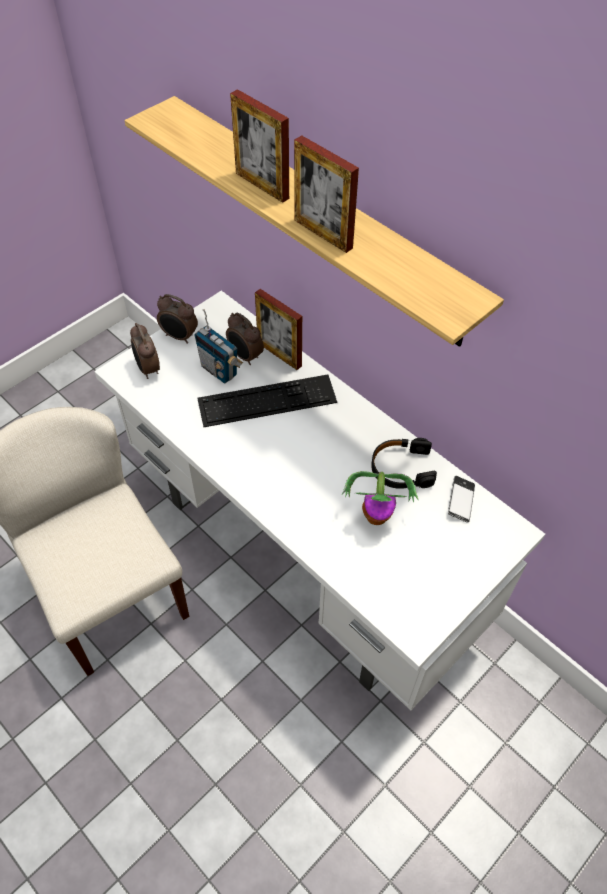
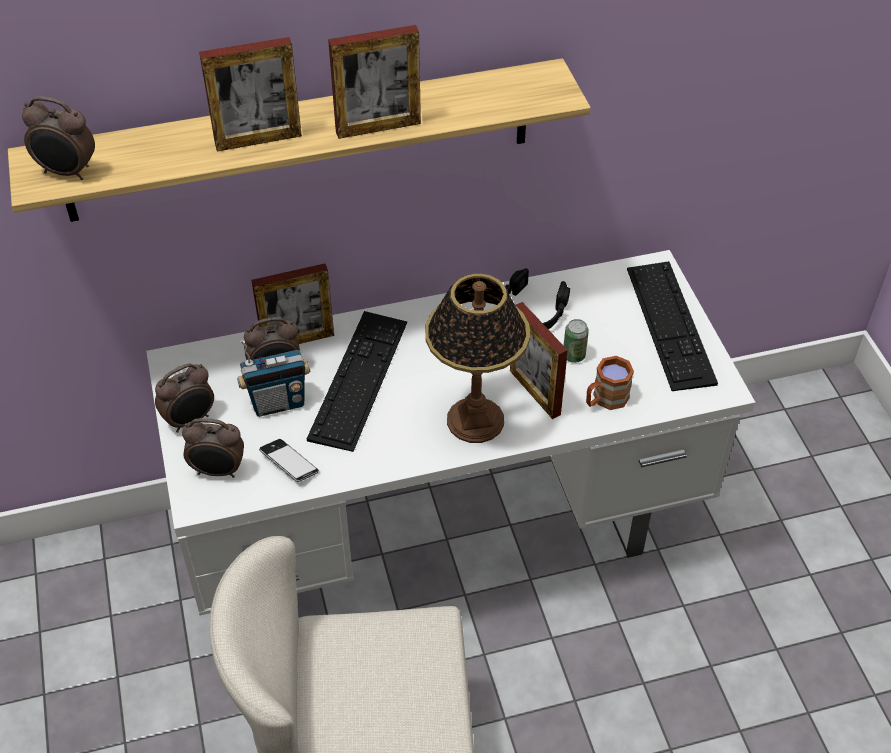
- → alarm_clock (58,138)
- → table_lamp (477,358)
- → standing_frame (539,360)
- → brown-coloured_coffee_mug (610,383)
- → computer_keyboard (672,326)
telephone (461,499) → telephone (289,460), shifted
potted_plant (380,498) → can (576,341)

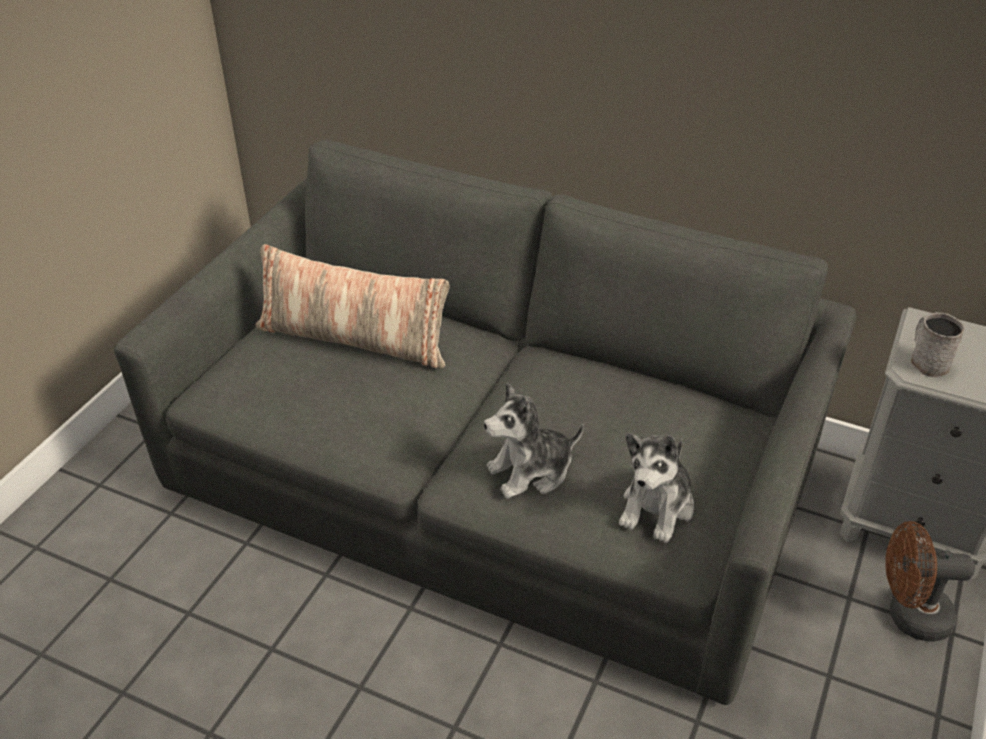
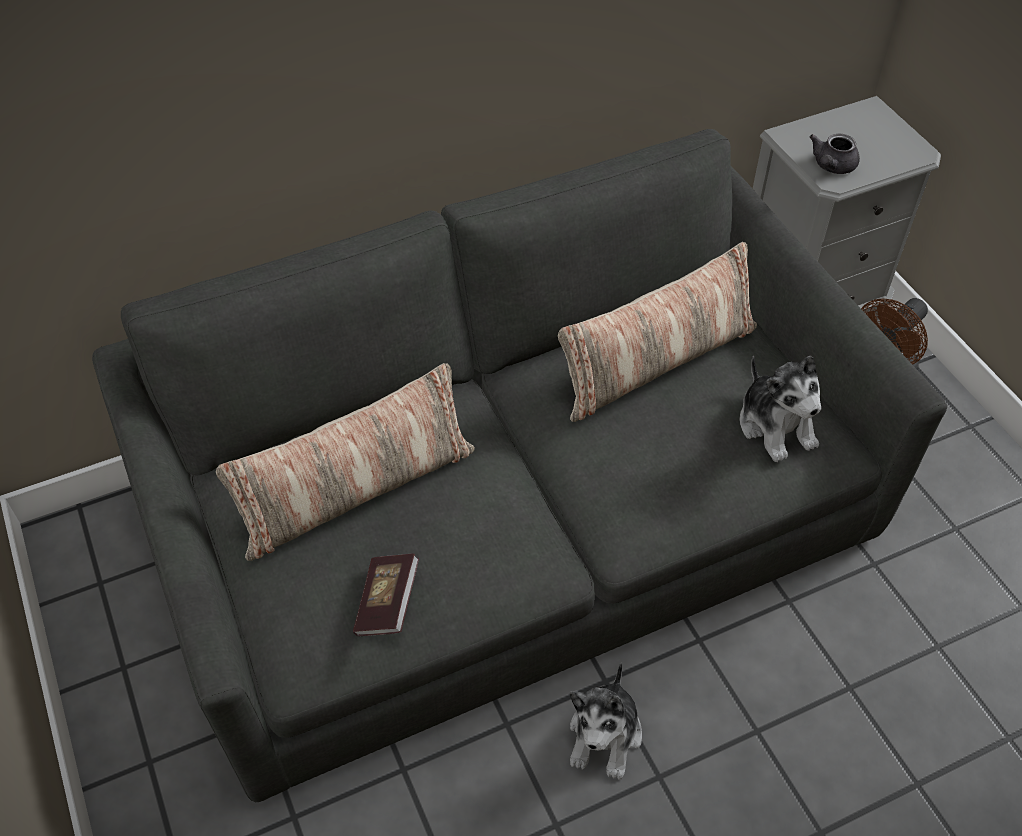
- → volume (386,595)
- → cushion (657,332)
plush_toy (534,440) → plush_toy (606,721), shifted
greyish_coffee_mug (937,345) → greyish_teapot (834,154)

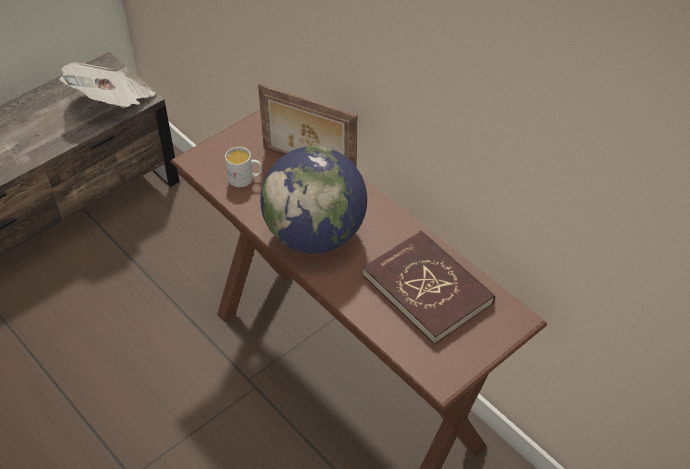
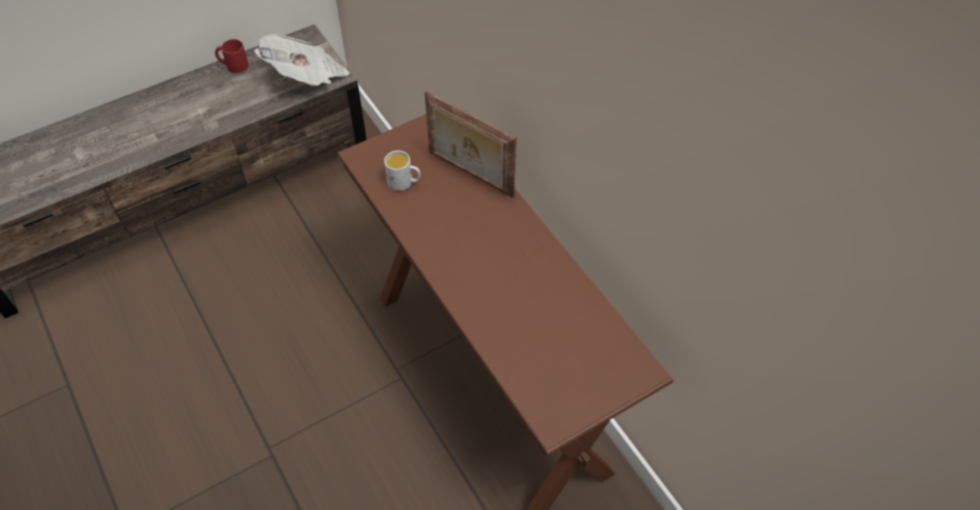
globe (313,199) → -
red-coloured_volume (429,288) → -
- → red-coloured_coffee_mug (232,56)

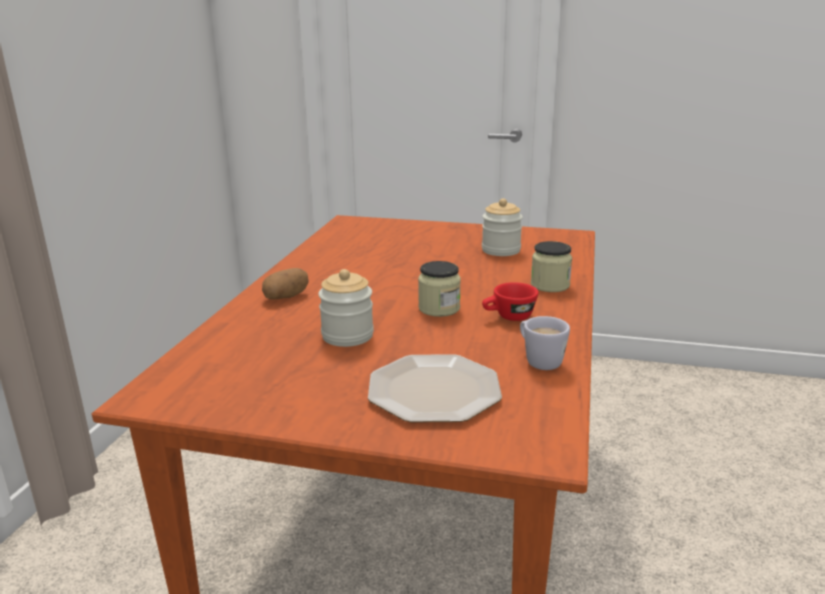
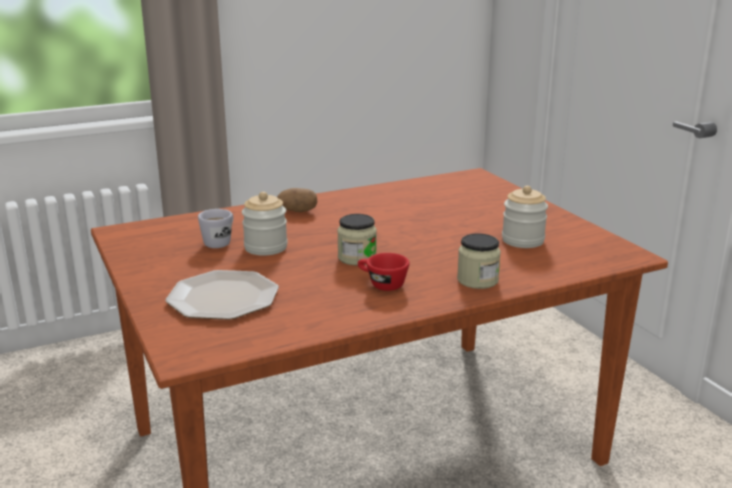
white-coloured_coffee_mug (545,343) → white-coloured_coffee_mug (215,228), shifted

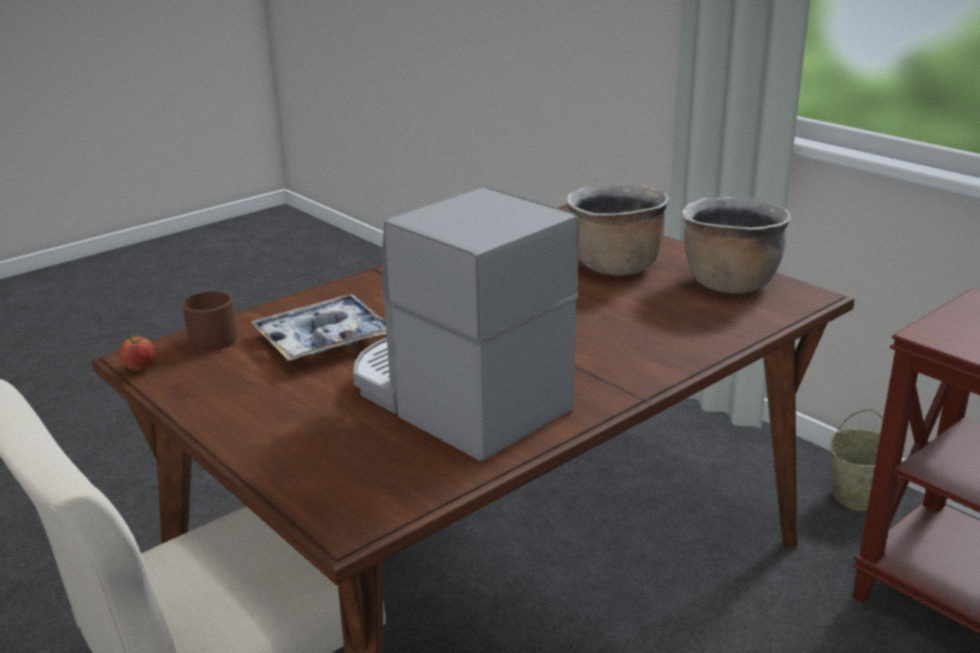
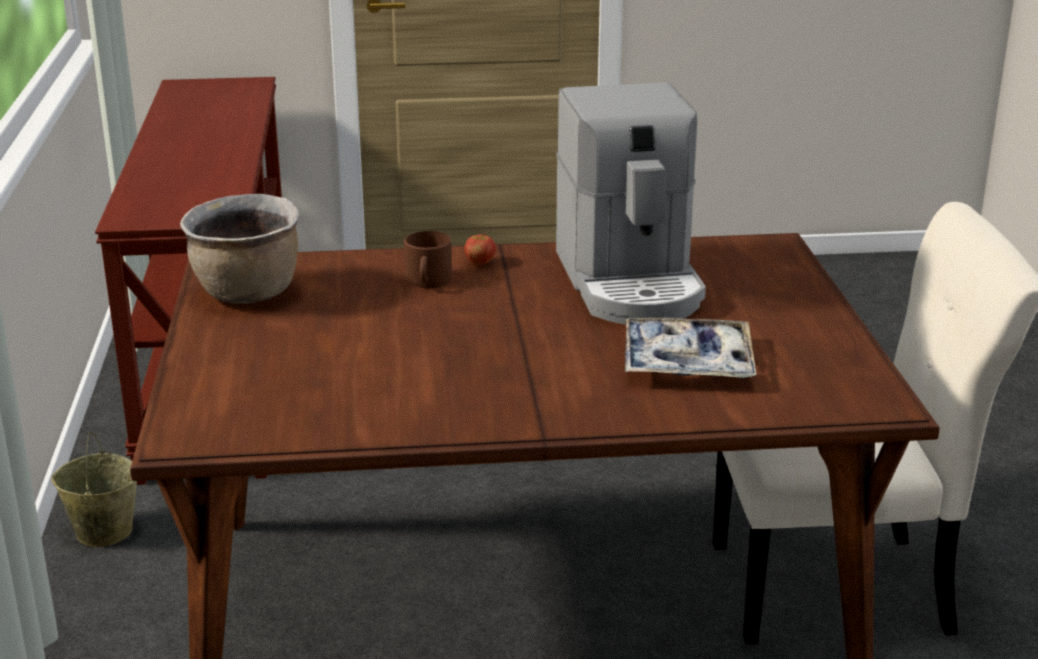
brown-coloured_cooking_pot (618,229) → -
whole_apple (136,353) → whole_apple (480,248), shifted
brown-coloured_coffee_mug (210,321) → brown-coloured_coffee_mug (428,259), shifted

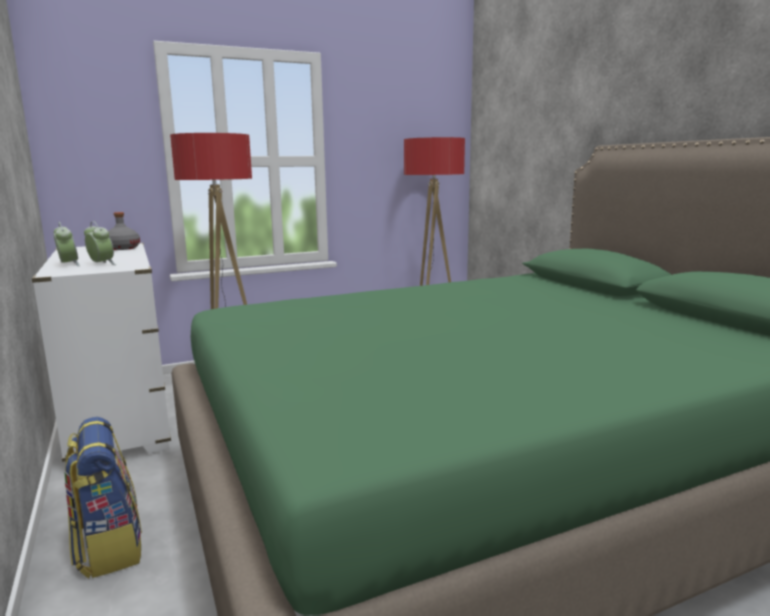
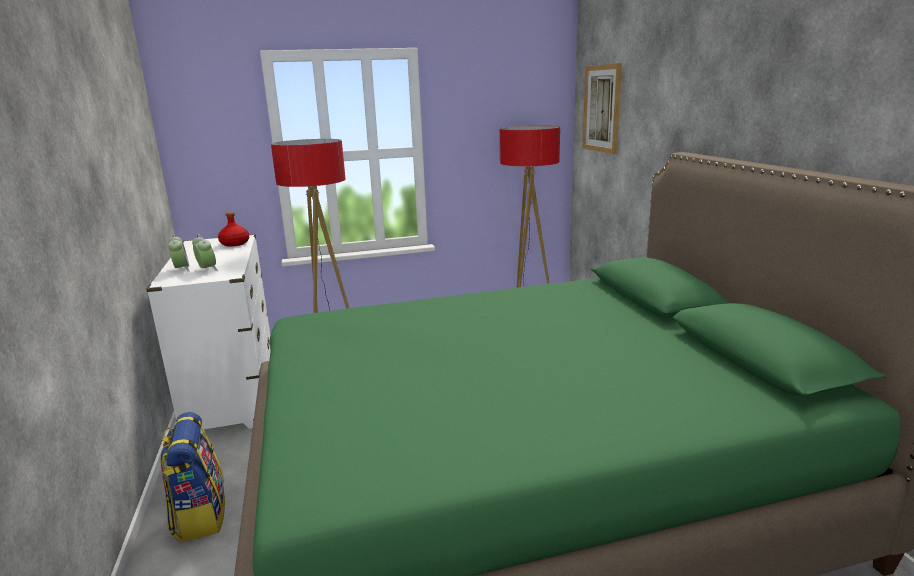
- → wall_art (602,108)
greyish_beverage_bottle (124,231) → red-coloured_beverage_bottle (233,229)

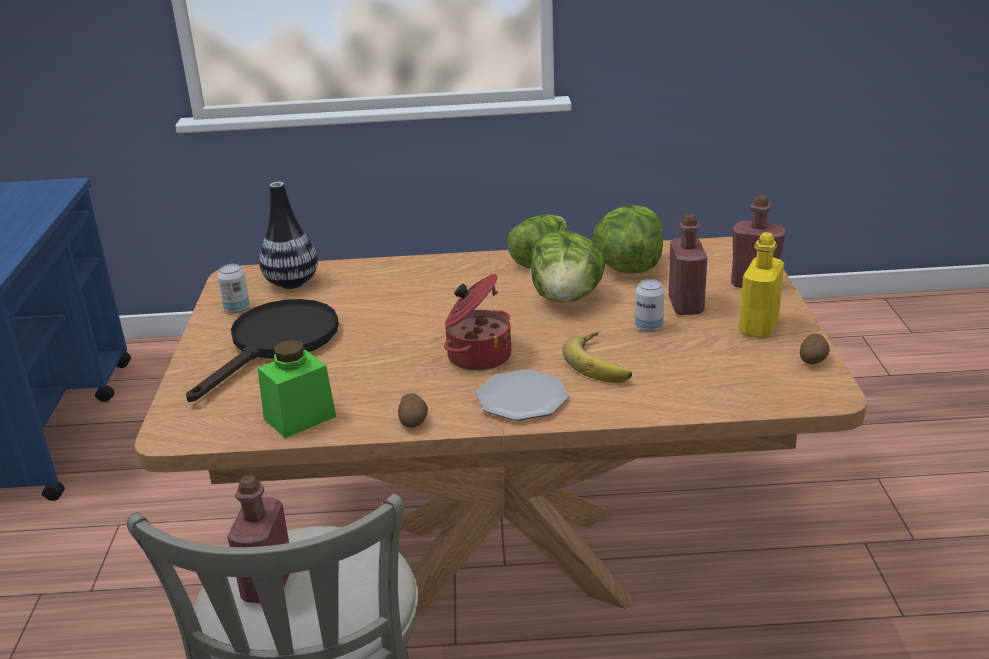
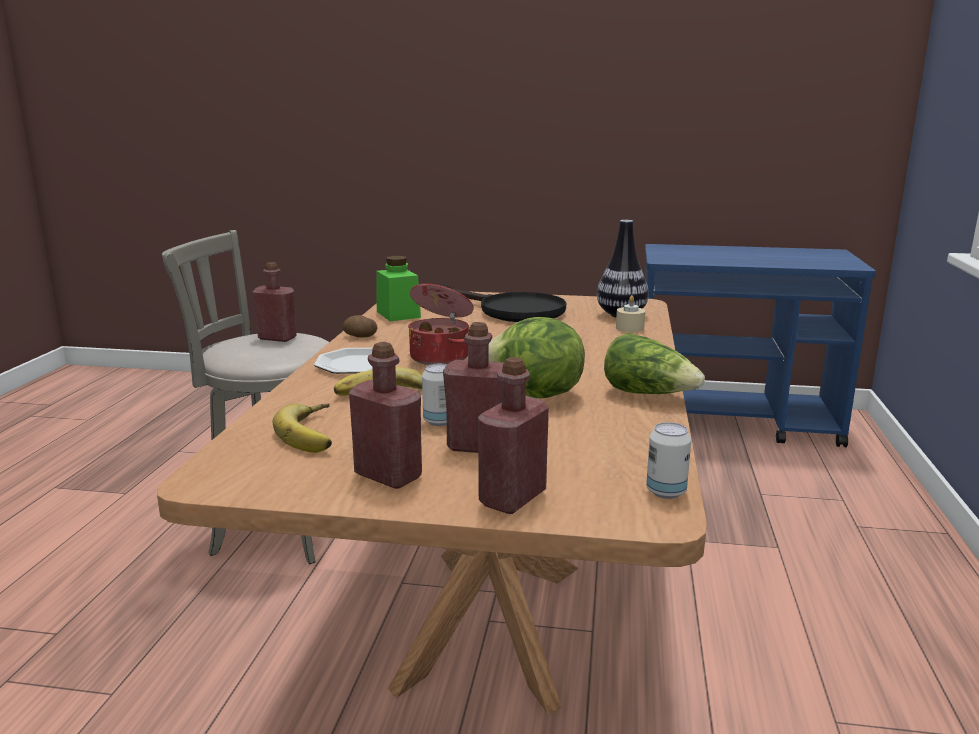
lettuce (627,239) → -
potato (815,349) → -
- → banana (302,428)
- → beige_wax_candle (630,313)
can (234,288) → can (668,460), shifted
yellow_beverage_bottle (761,285) → red-coloured_beverage_bottle (385,415)

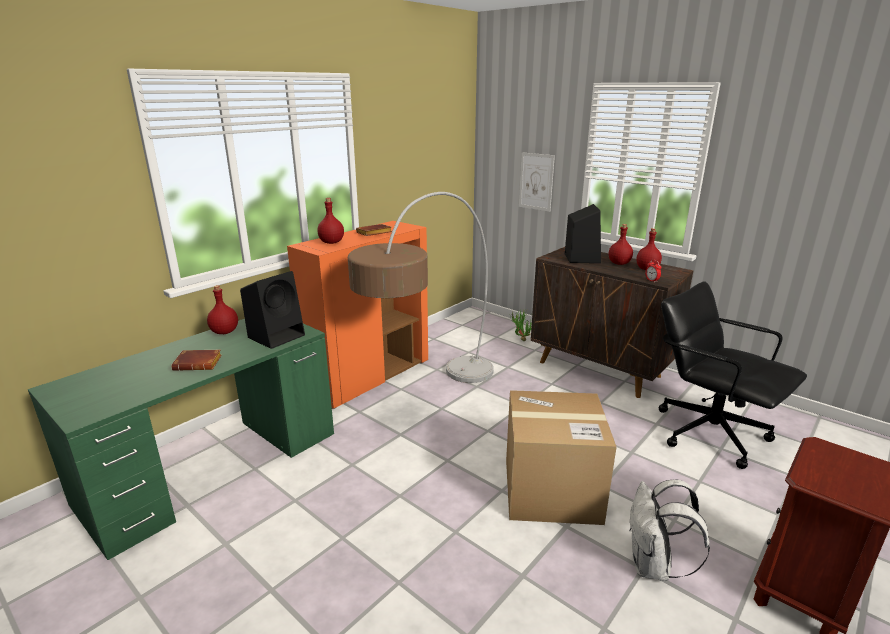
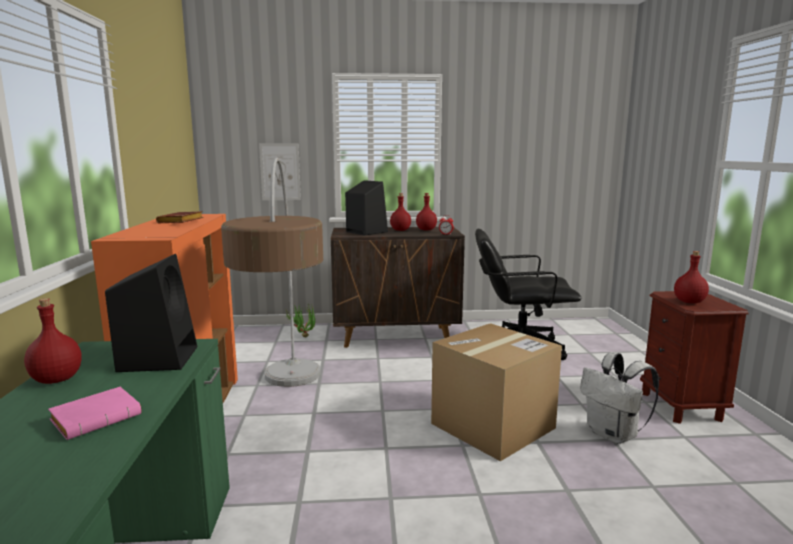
red-coloured_beverage_bottle (330,221) → red-coloured_beverage_bottle (691,277), shifted
brown-coloured_volume (196,360) → pinkish_volume (95,413)

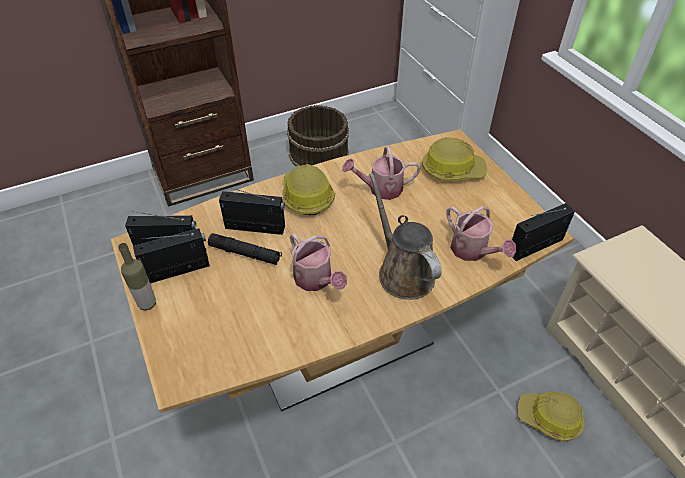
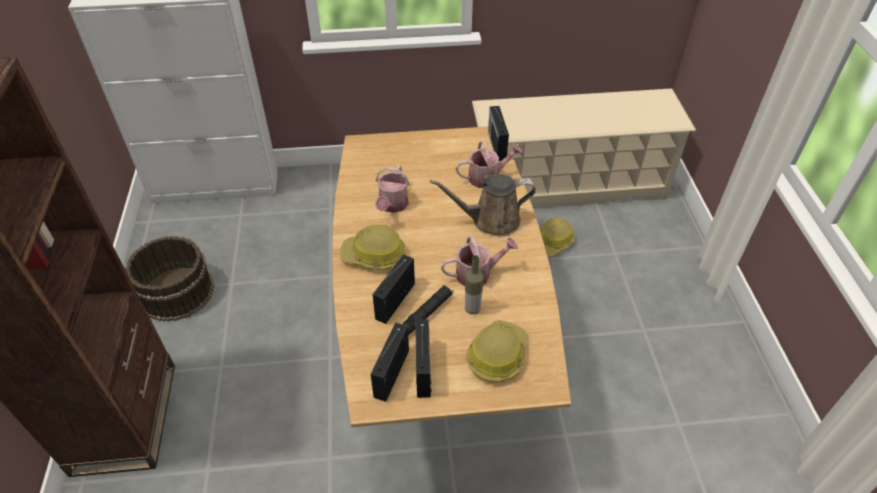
beverage_bottle (137,277) → beverage_bottle (474,284), shifted
hard_hat (454,159) → hard_hat (496,351), shifted

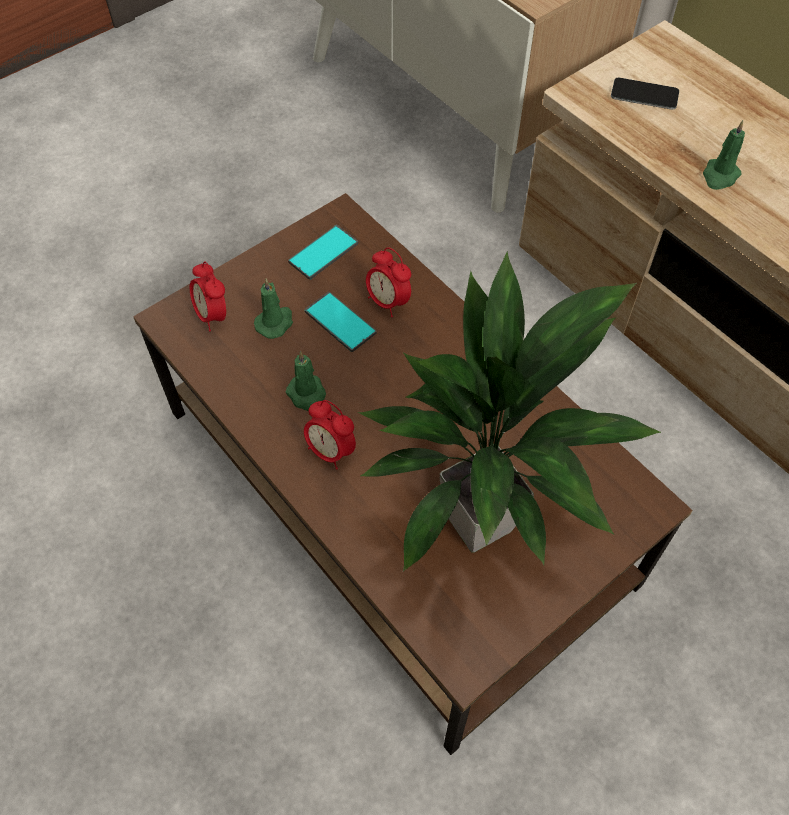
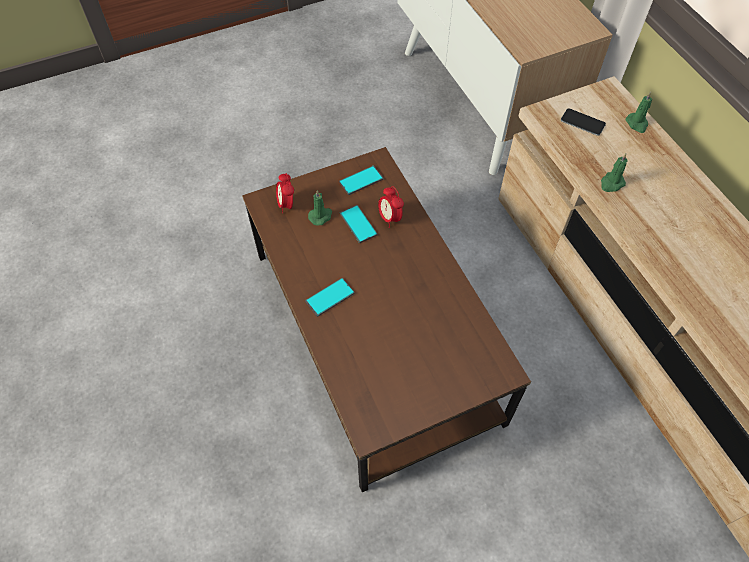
potted_plant (509,411) → -
greenish_wax_candle (306,381) → greenish_wax_candle (639,112), shifted
alarm_clock (330,435) → telephone (330,297)

